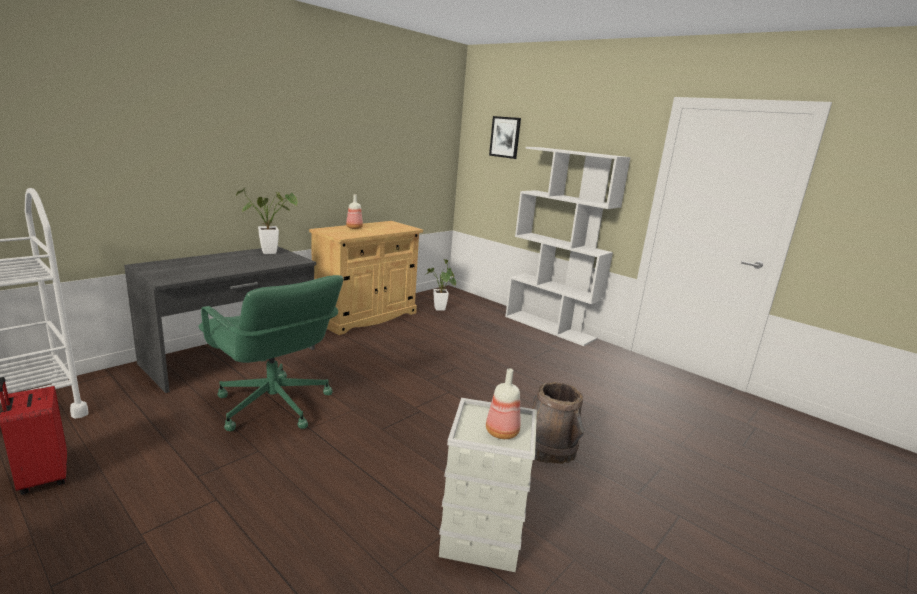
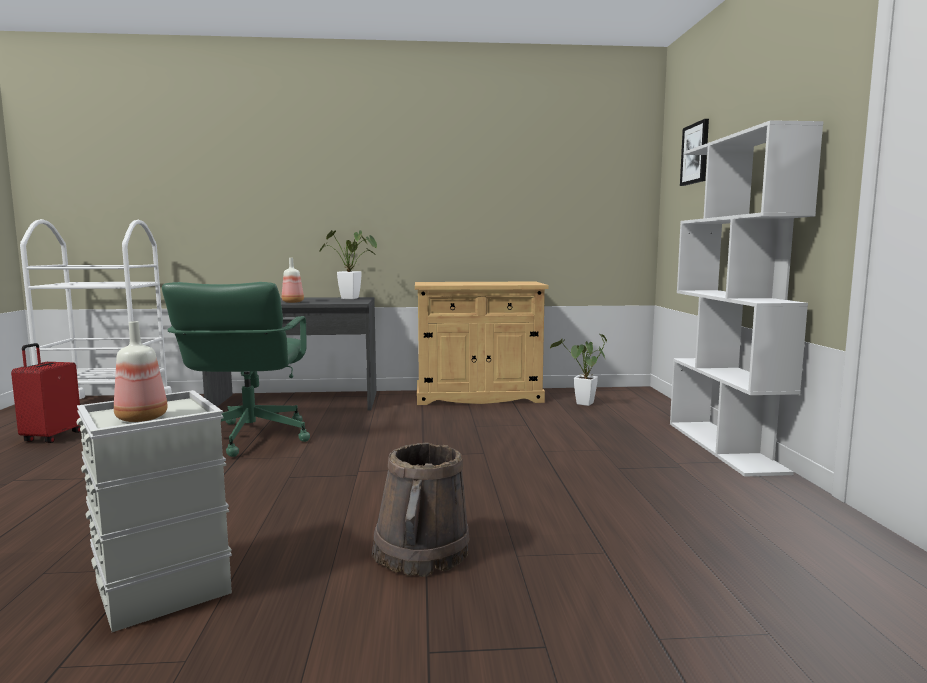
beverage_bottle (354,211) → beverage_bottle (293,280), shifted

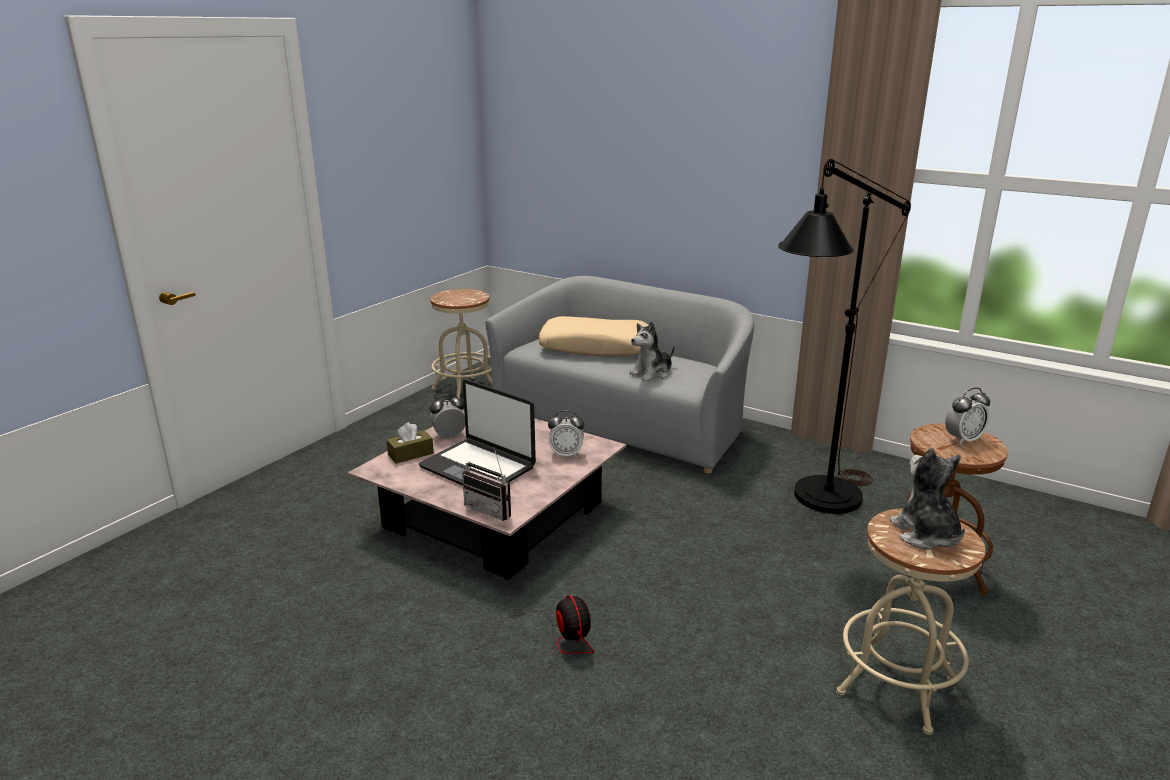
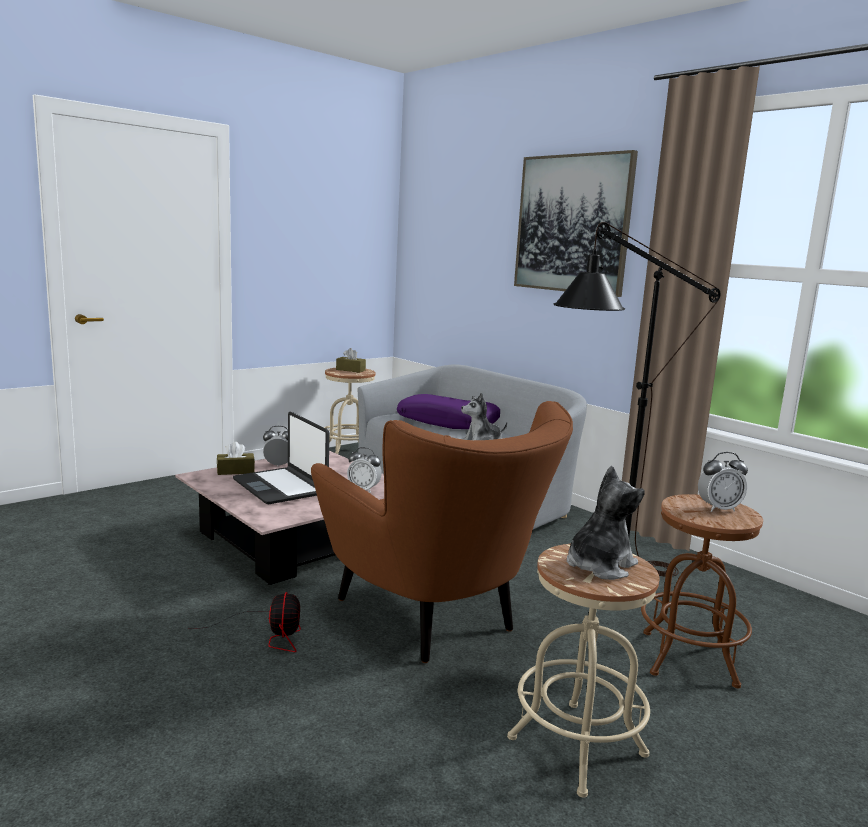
radio_receiver (486,484) → -
- → brown-coloured_armchair (442,532)
- → brown-coloured_tissue_holder (351,360)
- → wall_art (576,223)
beige_cushion (594,336) → purple-coloured_cushion (448,411)
plush_toy (927,499) → plush_toy (606,523), 45 degrees clockwise

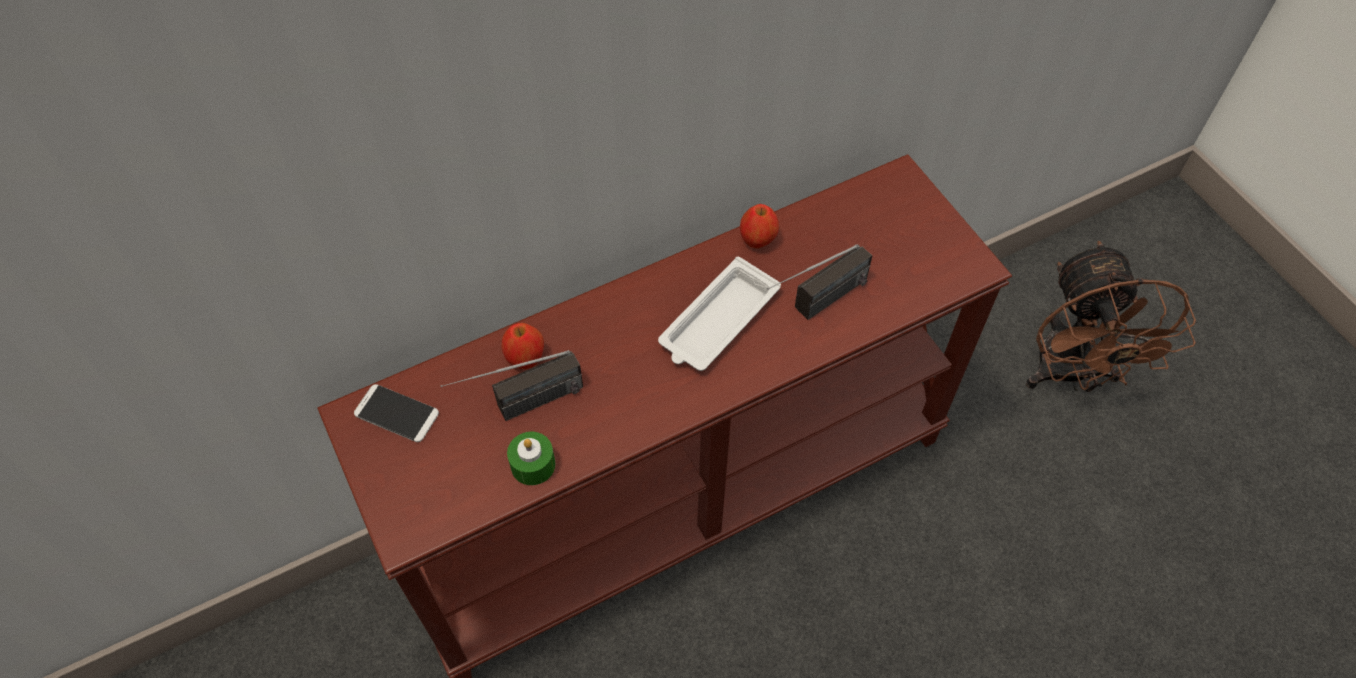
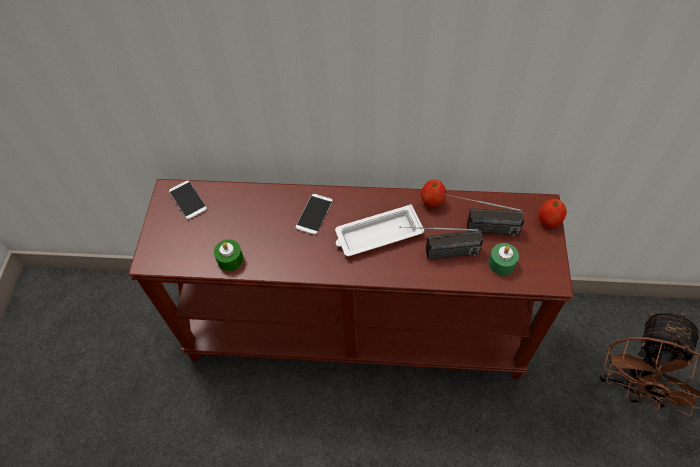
- → telephone (314,214)
- → greenish_wax_candle (503,259)
radio_receiver (512,385) → radio_receiver (484,215), shifted
whole_apple (522,346) → whole_apple (553,213), shifted

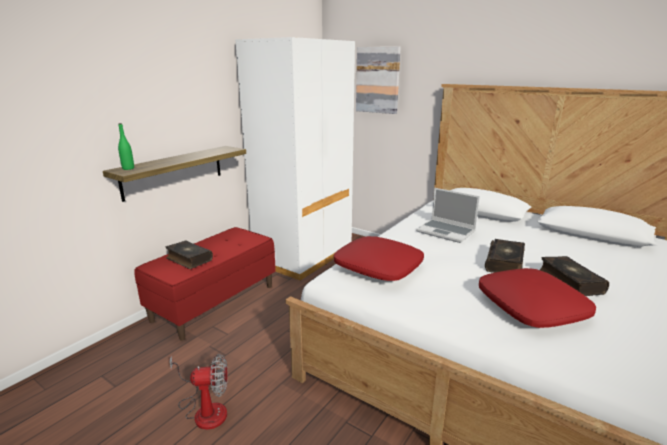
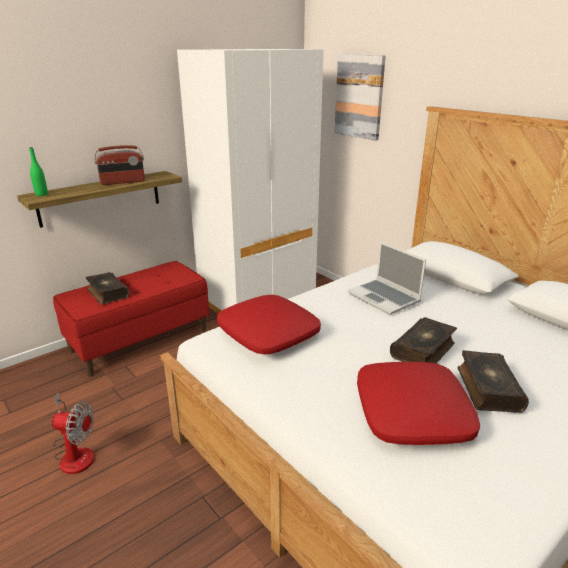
- → radio_receiver (120,165)

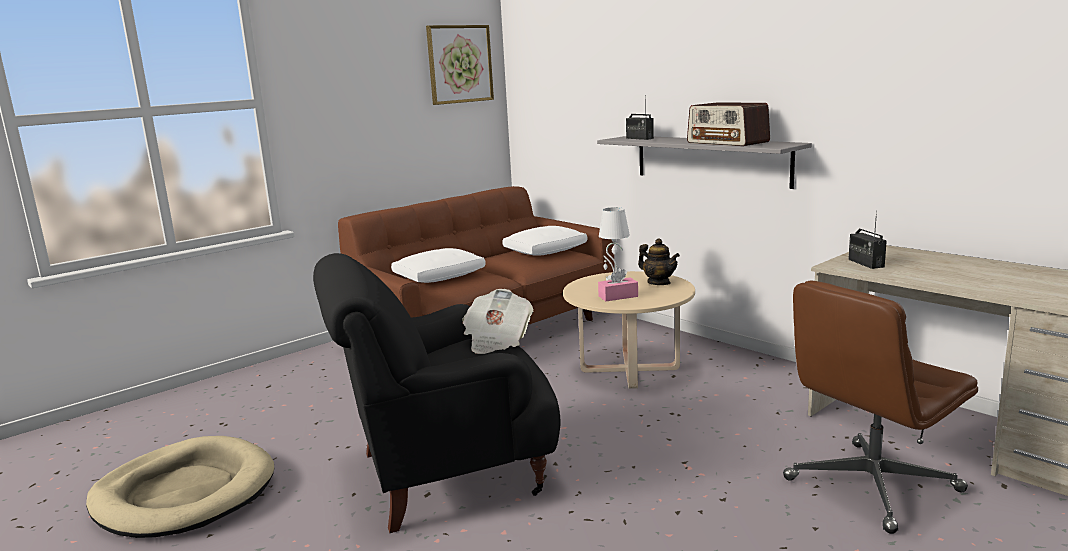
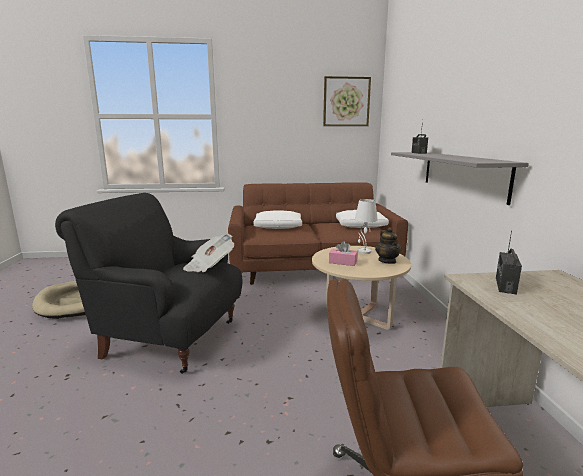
radio_receiver (728,124) → -

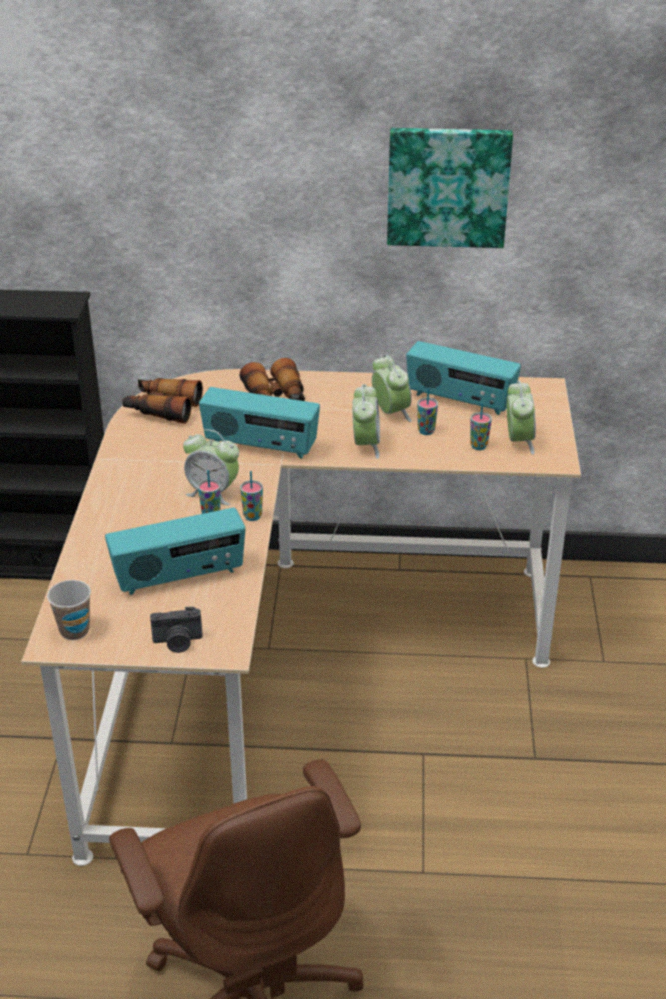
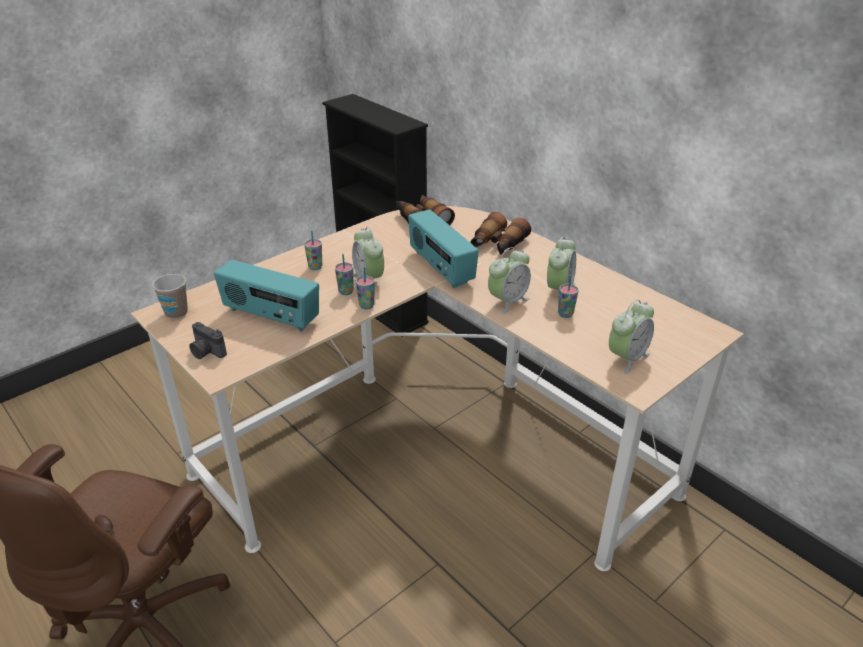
wall_art (450,188) → -
radio_receiver (463,378) → -
small_cup (481,426) → small_cup (313,250), shifted

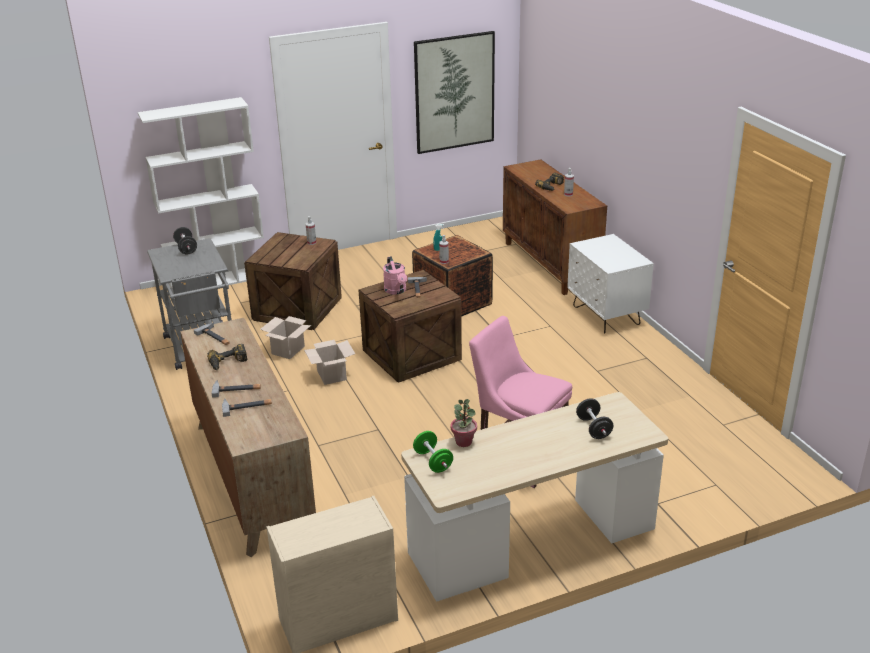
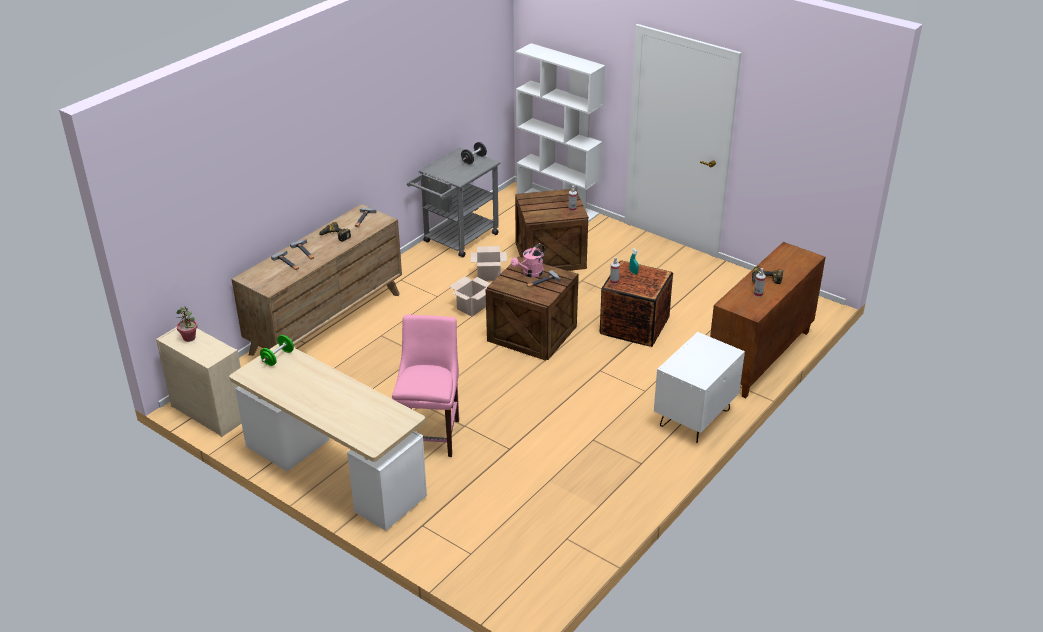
wall_art (454,92) → -
black-coloured_dumbbell (594,418) → -
potted_plant (463,423) → potted_plant (187,324), shifted

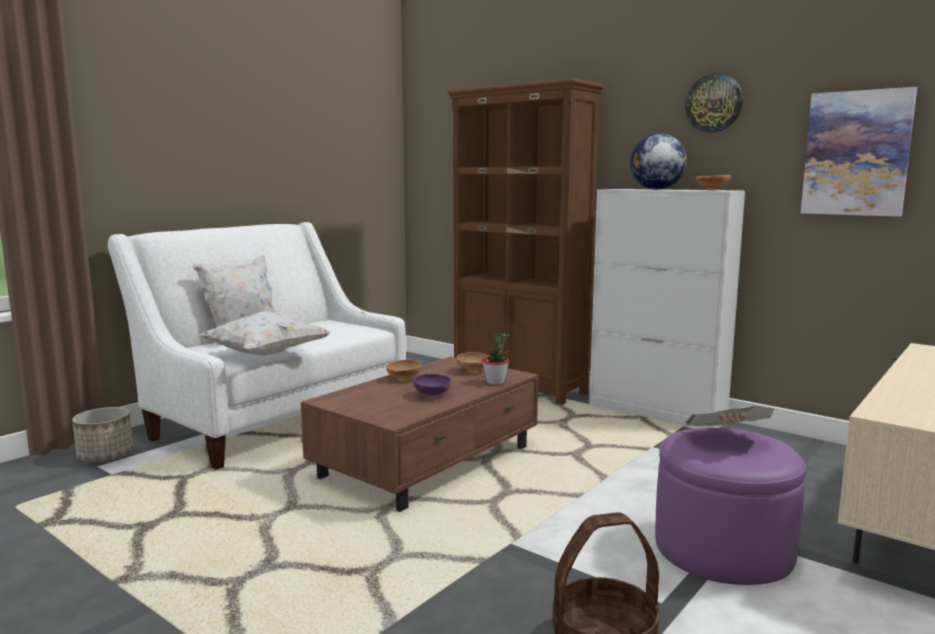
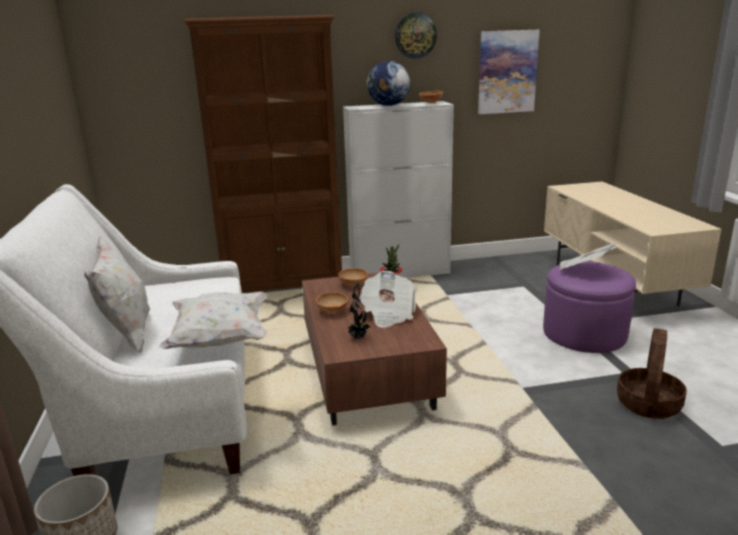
- → potted_plant (359,310)
purple-coloured_serving_bowl (432,385) → newspaper (388,299)

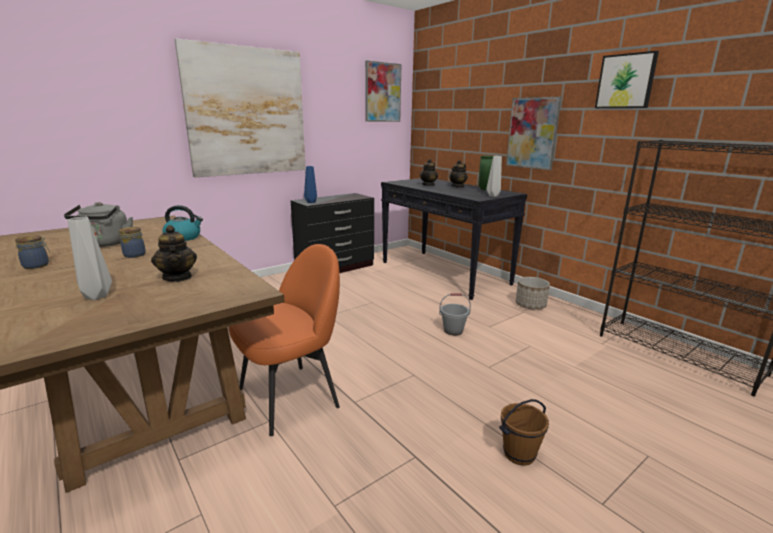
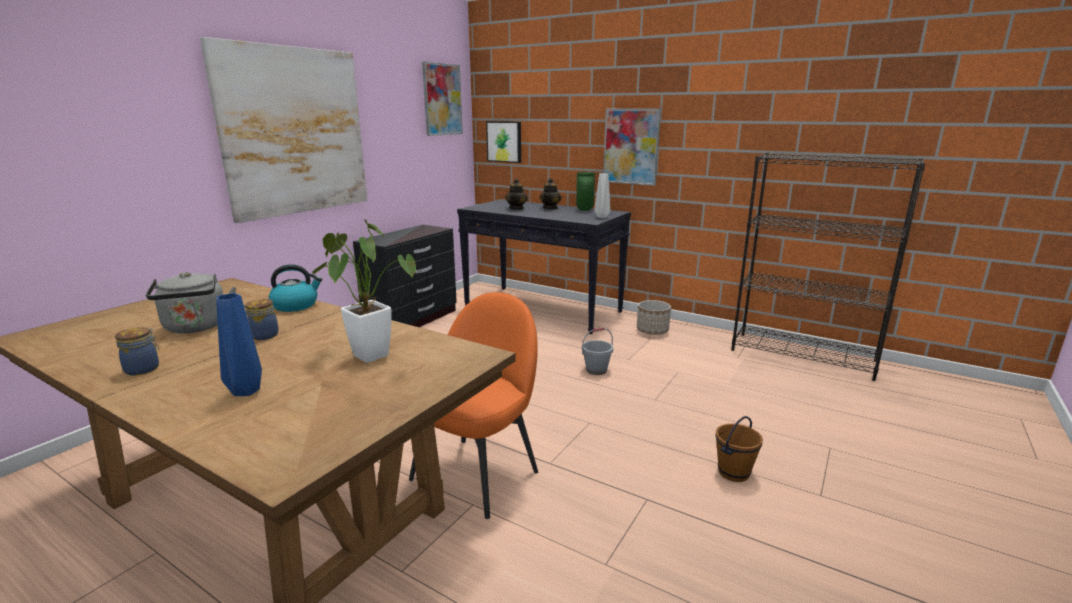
greyish_decorative_vase (90,258) → -
blue_decorative_vase (310,184) → blue_decorative_vase (239,344), shifted
wall_art (627,79) → wall_art (503,142), shifted
teapot (174,253) → potted_plant (364,291)

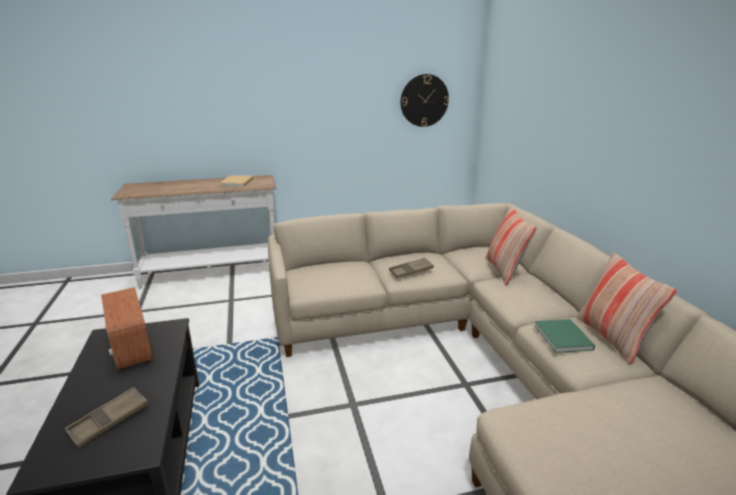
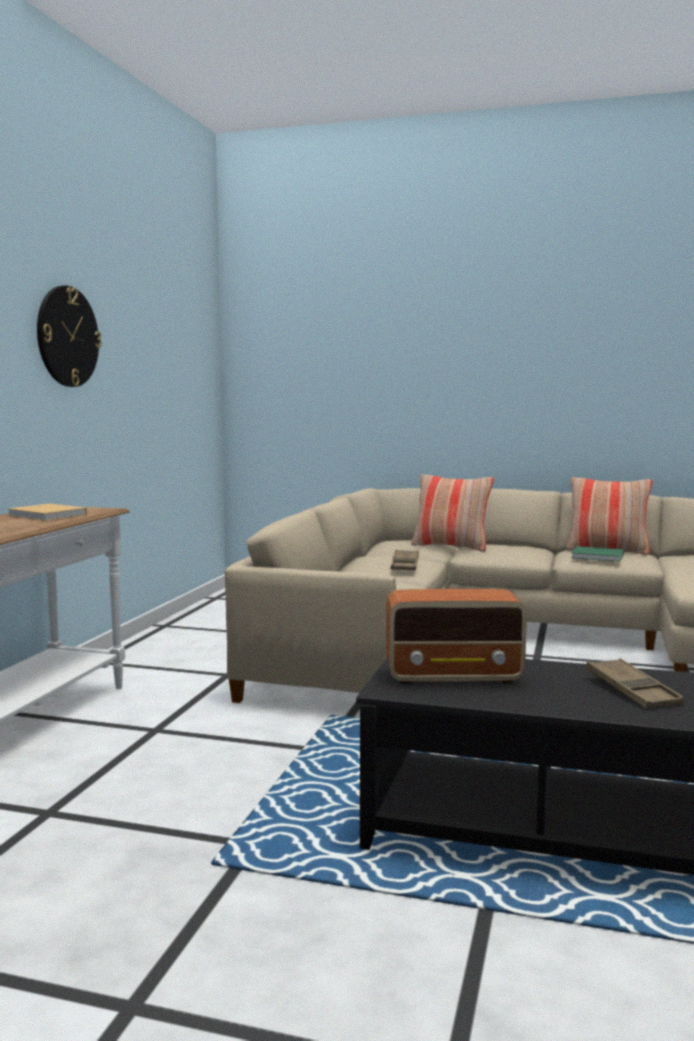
wall_clock (424,100) → wall_clock (69,336), shifted

